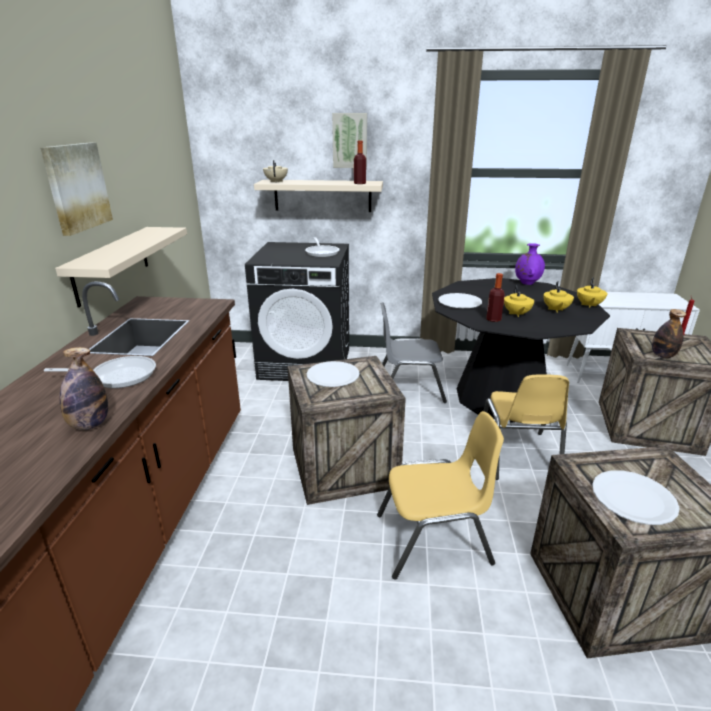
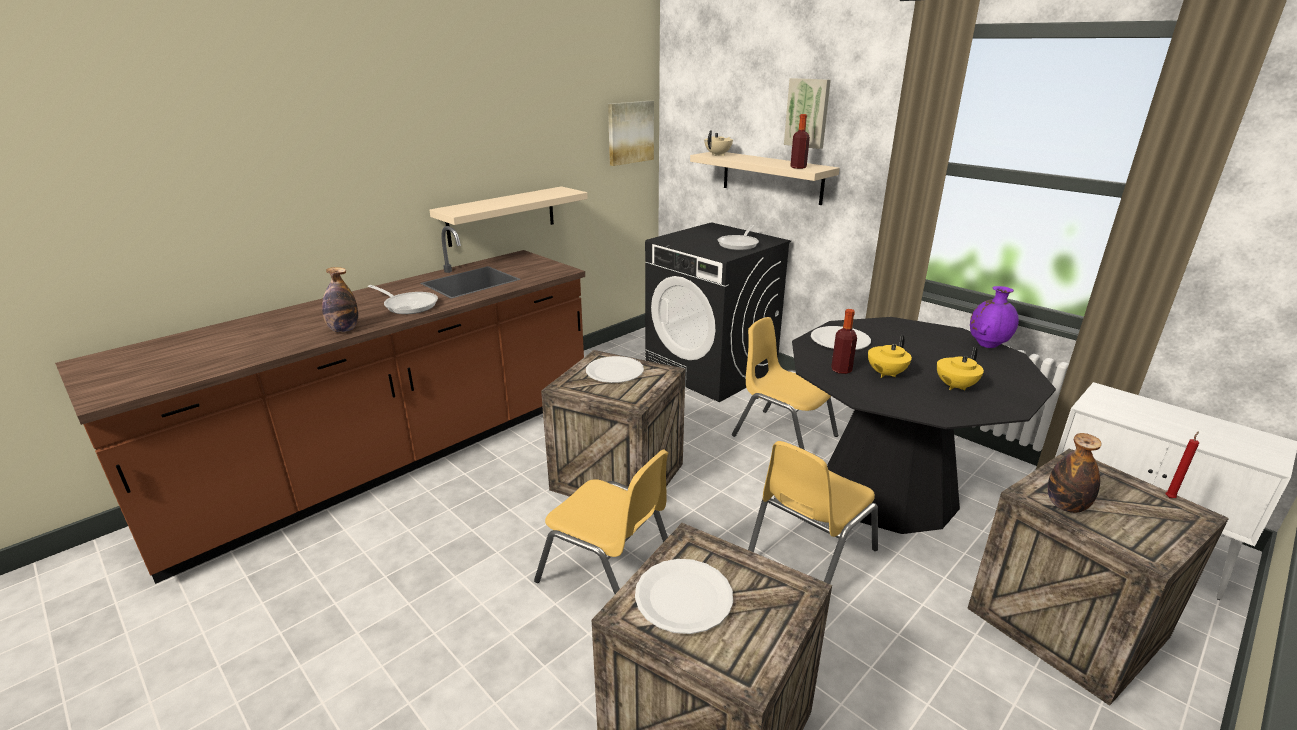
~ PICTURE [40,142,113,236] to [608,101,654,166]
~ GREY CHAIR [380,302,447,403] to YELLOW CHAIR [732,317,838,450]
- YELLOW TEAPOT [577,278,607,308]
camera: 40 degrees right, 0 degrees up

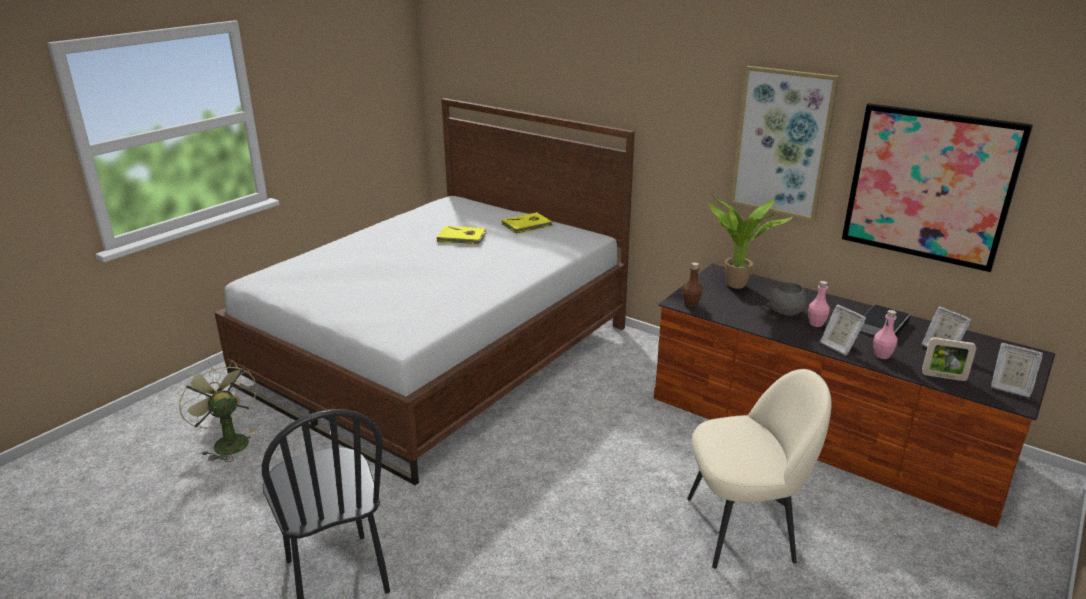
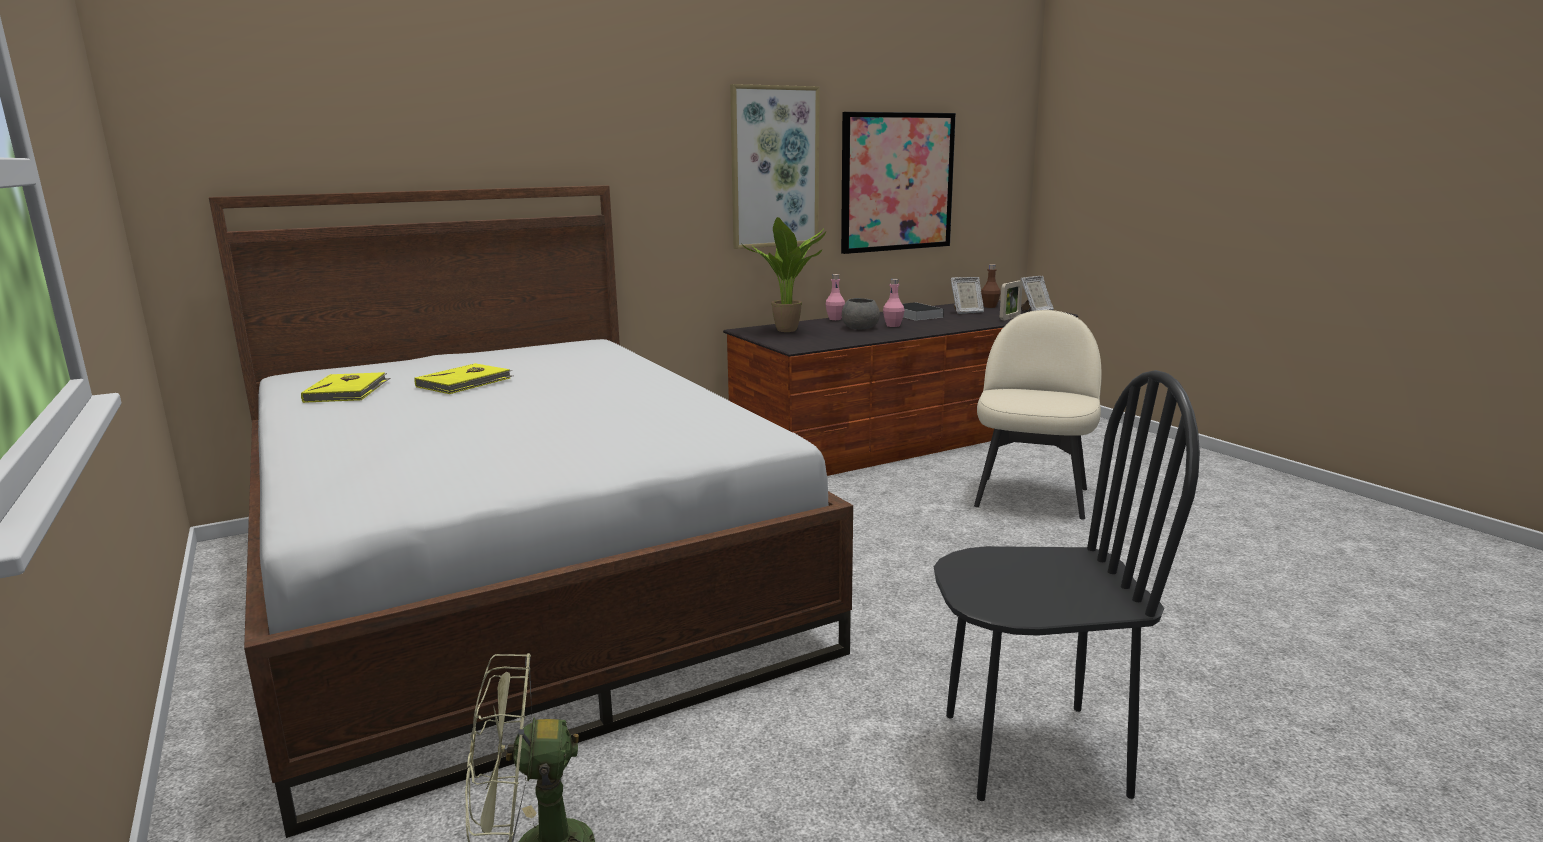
~ YELLOW BOOK [502,212,553,234] to [301,372,390,403]
~ BROWN BOTTLE [683,263,703,307] to [981,264,1001,308]
- PICTURE FRAME [820,304,866,356]
~ PINK BOTTLE [873,310,898,359] to [826,274,845,320]
camera: 65 degrees left, 10 degrees down

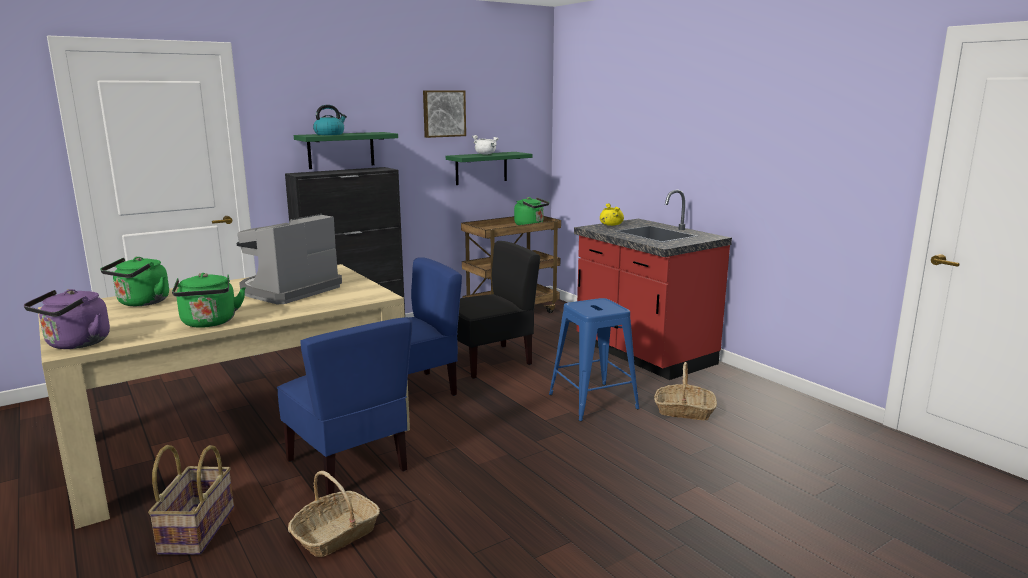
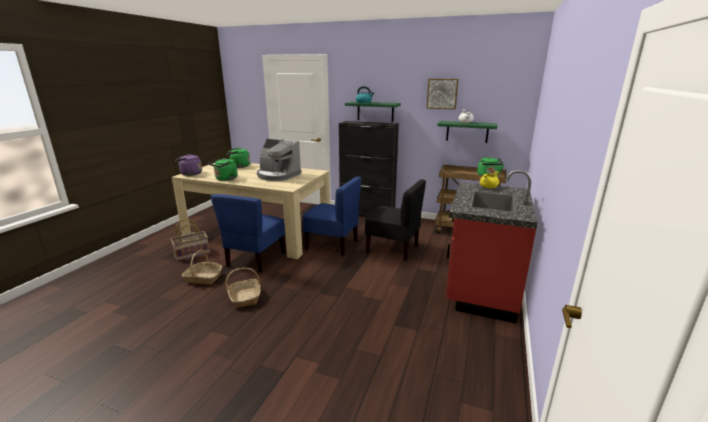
~ COFFEE MACHINE [236,214,342,305] = [257,138,301,181] 150 degrees counterclockwise
- BLUE STOOL [549,298,639,421]
~ BASKET [654,362,717,420] to [225,268,261,308]
camera: 55 degrees right, 5 degrees up

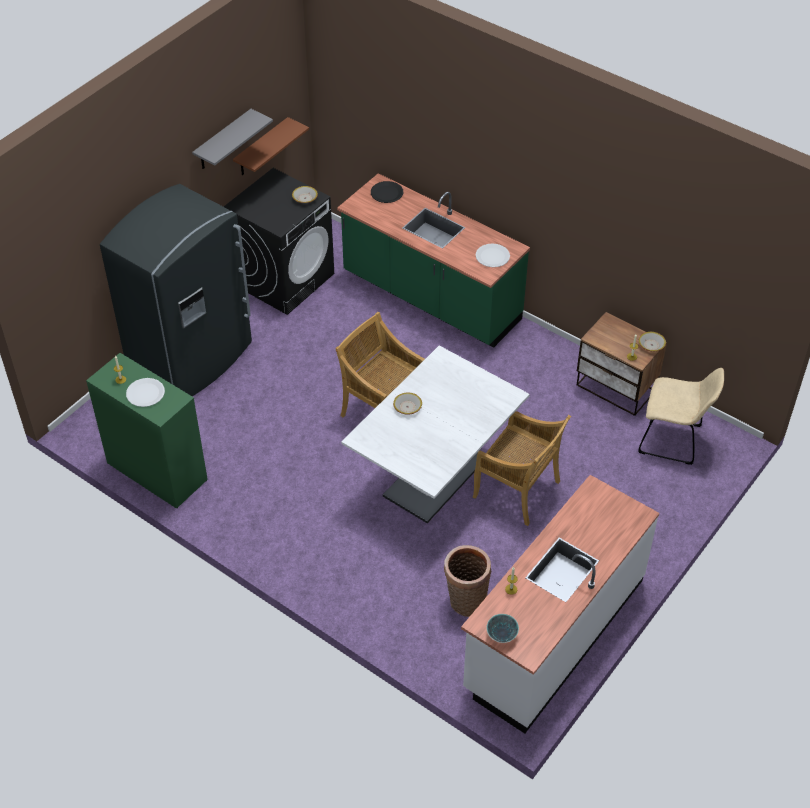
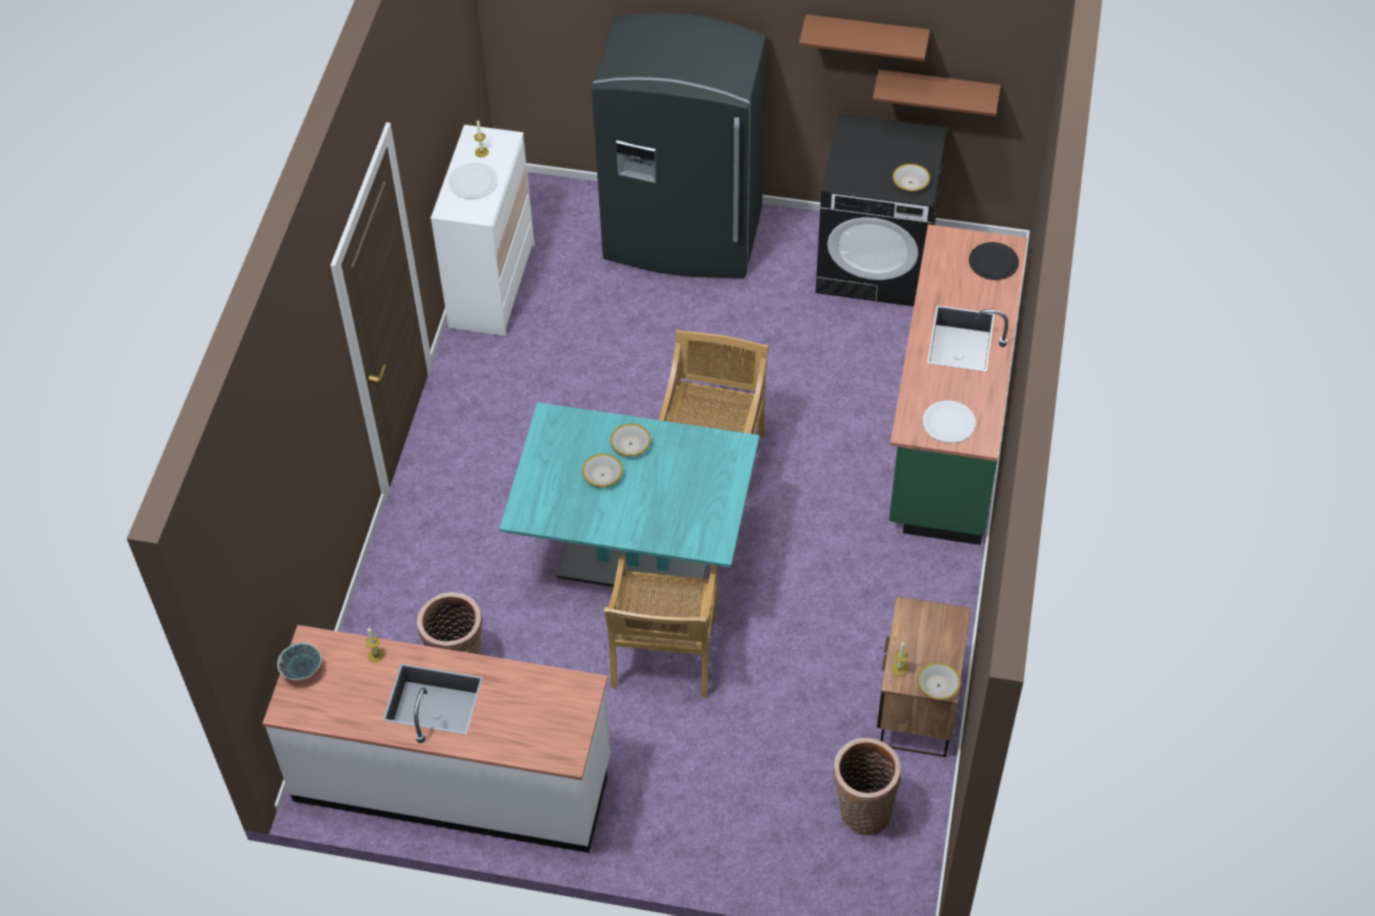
~ GREEN DRESSER [86,353,208,509] to WHITE DRESSER [431,125,535,336]
~ GREY SHELF [192,109,273,169] to BROWN SHELF [799,14,930,61]
~ WHITE DINING TABLE [341,345,530,523] to TURQUOISE DINING TABLE [499,402,759,597]
~ BEIGE CHAIR [638,368,724,465] to BASKET [833,738,901,836]
+ BOWL [582,454,623,487]
camera: 65 degrees right, 5 degrees up

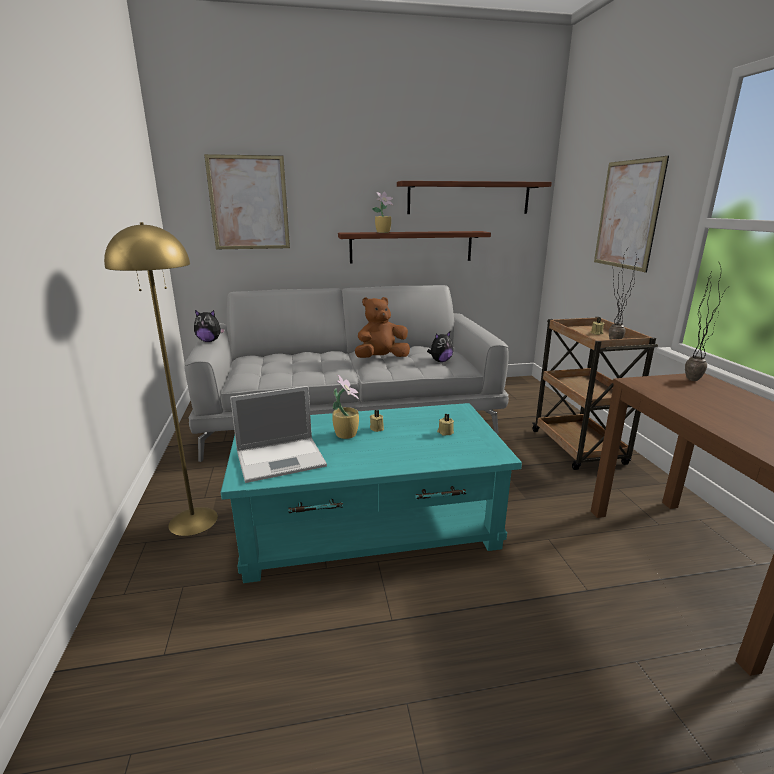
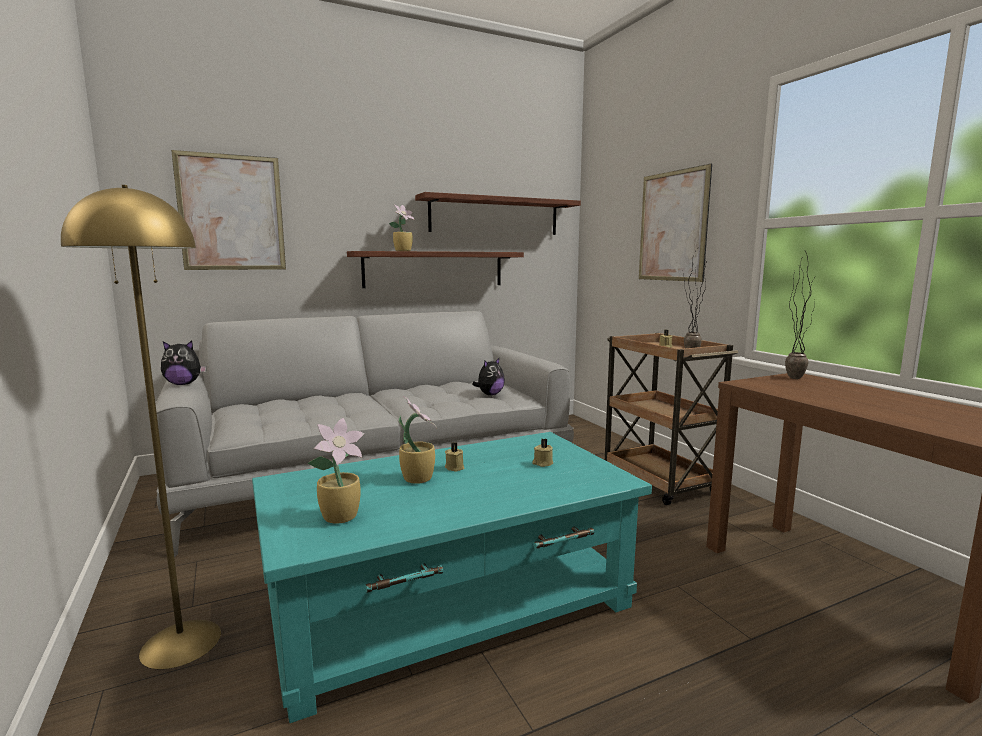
~ LAPTOP [230,386,327,483] to POTTED PLANT [308,418,364,524]
- BROWN PLUSH TOY [355,297,410,358]
camera: 15 degrees left, 10 degrees down

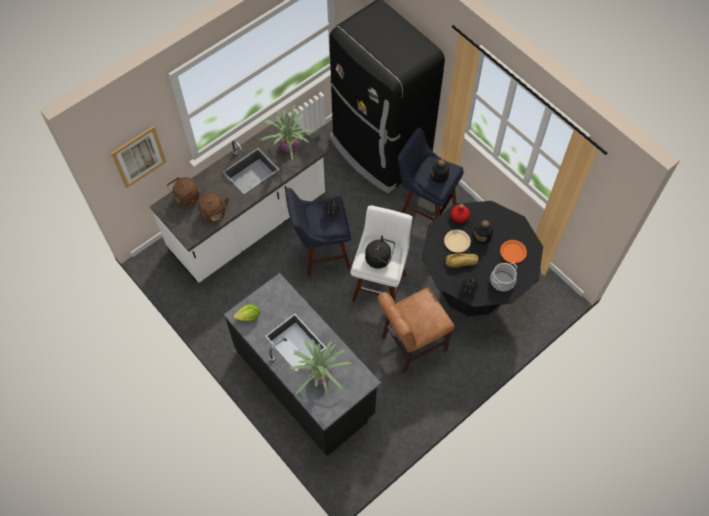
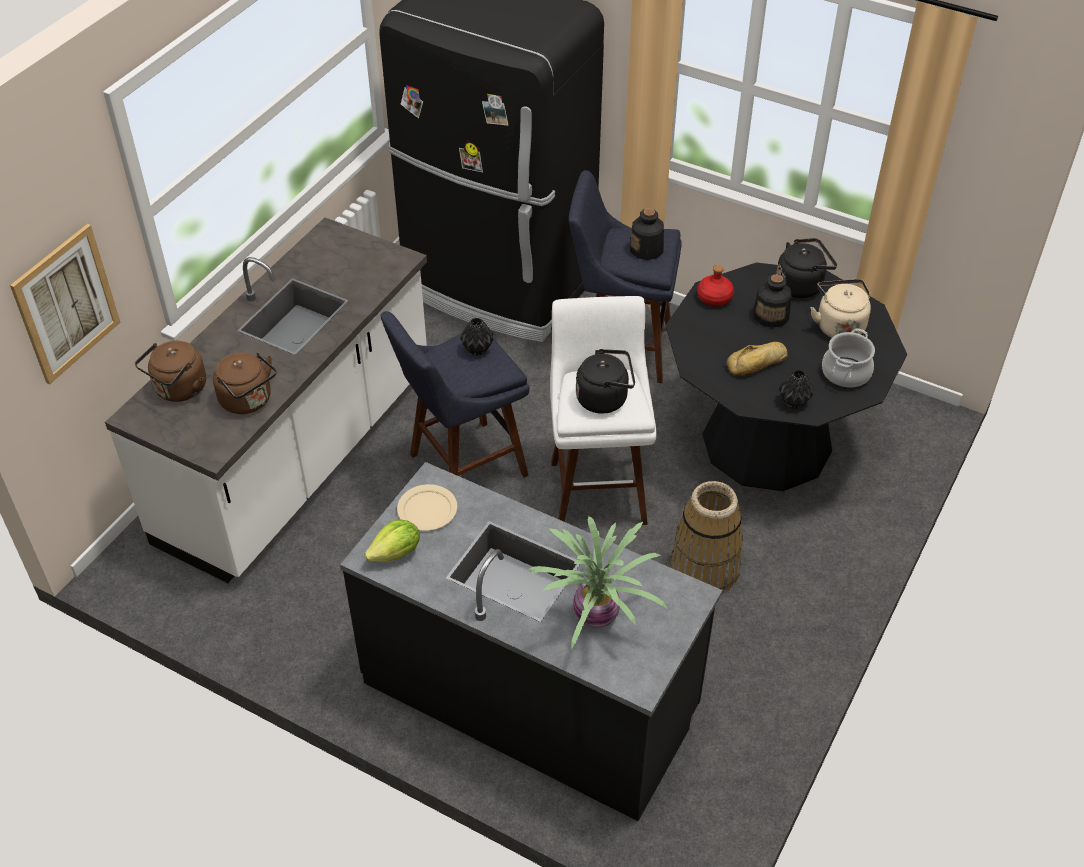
- POTTED PLANT [261,105,316,161]
~ BROWN CHAIR [378,287,455,373] to BASKET [670,481,743,593]
~ BEIGE PLATE [444,229,471,253] to [397,484,457,531]
~ ORANGE PLATE [500,240,527,263] to BEIGE KETTLE [810,279,871,338]
+ BLACK KETTLE [776,238,837,298]
camera: 20 degrees left, 15 degrees down

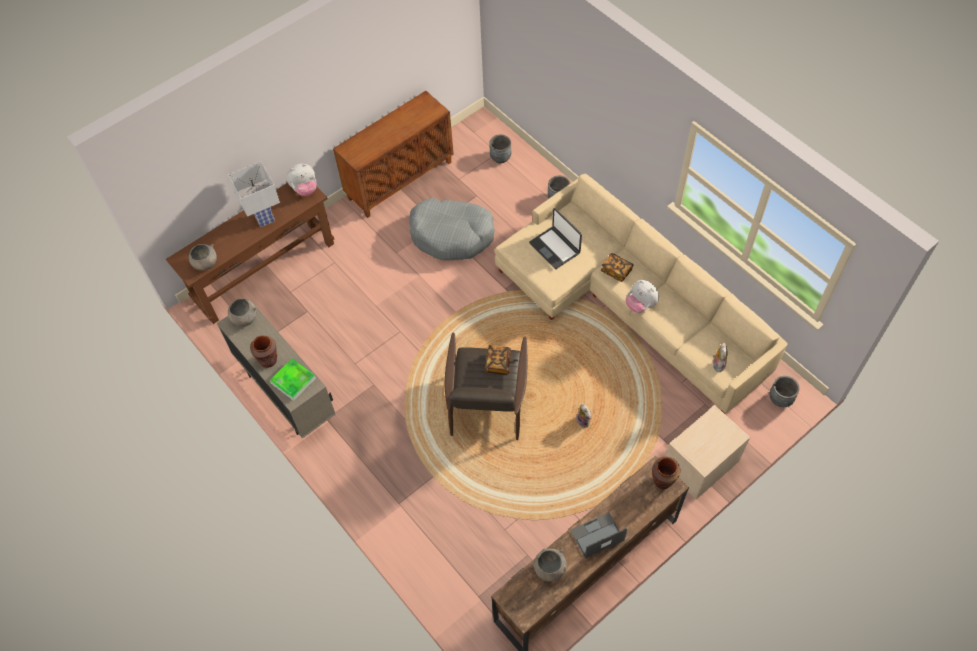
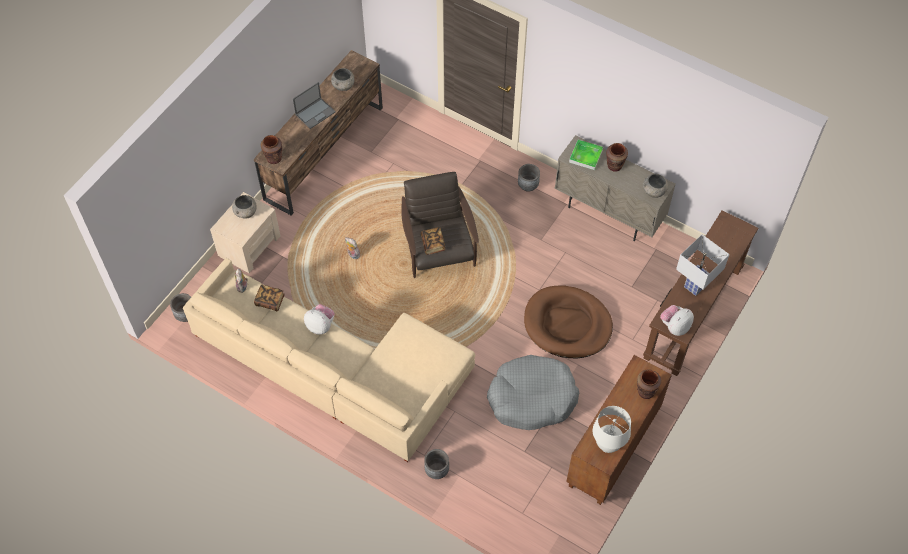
~ GREY BOWL [189,244,217,271] to [232,195,257,218]
~ GREY PLANTER [489,134,511,163] to [518,164,540,192]
- LAPTOP [529,208,582,269]
~ BOOK [601,253,634,282] to [254,284,285,311]
+ BROWN DOG BED [524,286,613,359]
+ WHITE TABLE LAMP [593,406,631,453]
+ BROWN VASE [637,369,661,399]
camera: 160 degrees right, 0 degrees up

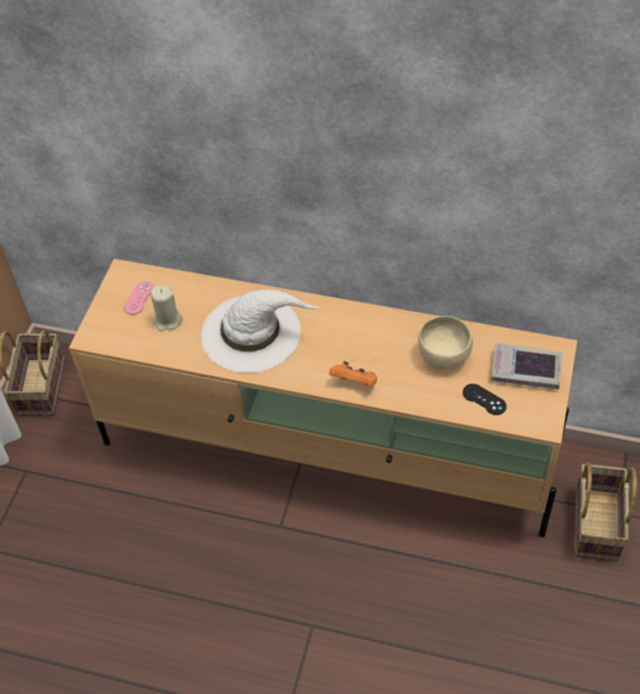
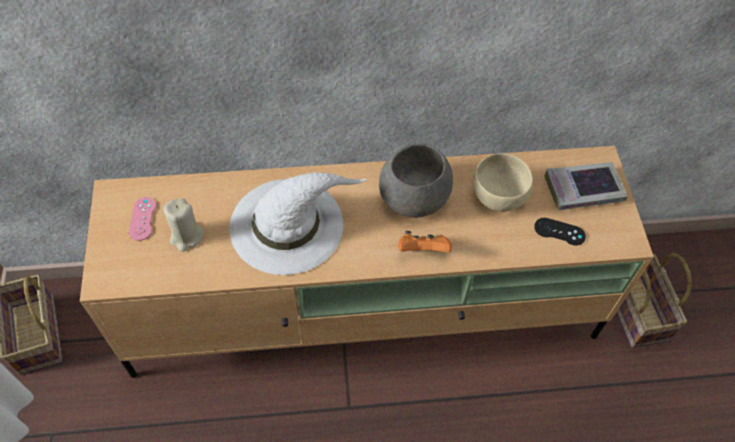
+ GREY BOWL [379,144,453,218]
camera: 25 degrees left, 5 degrees up

